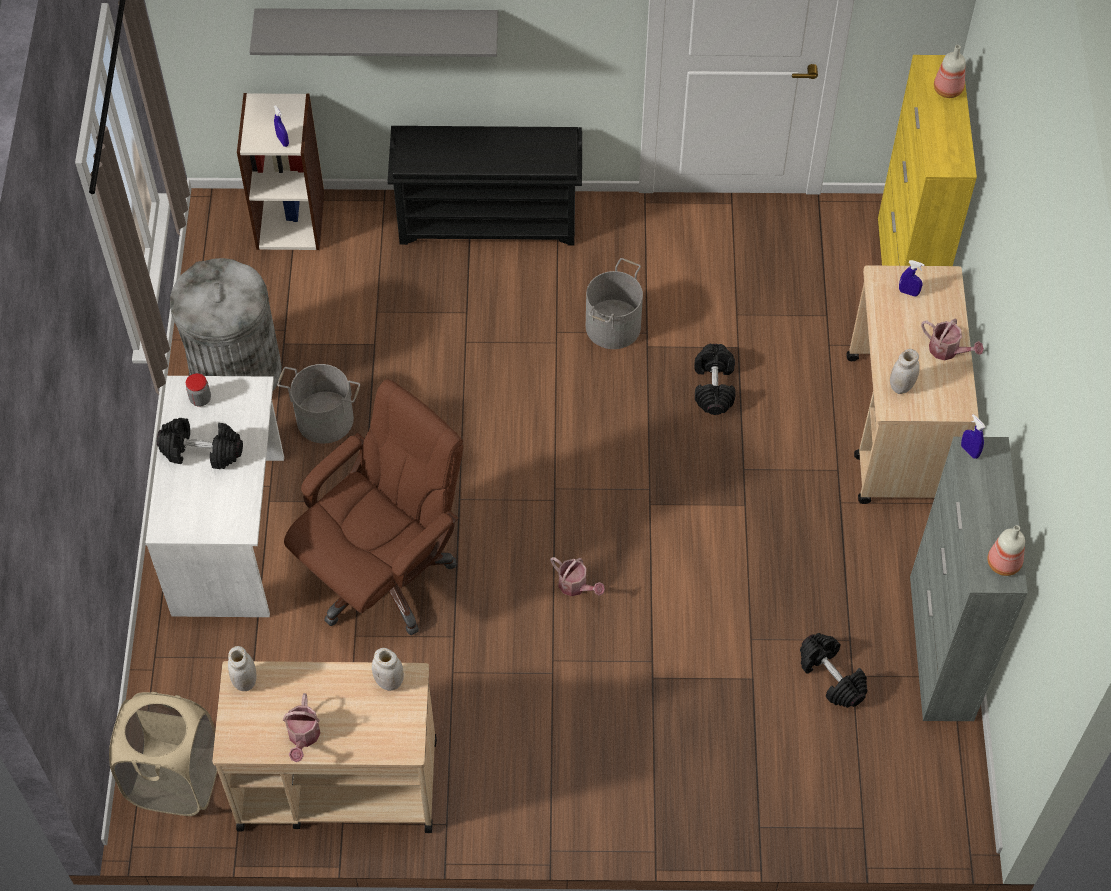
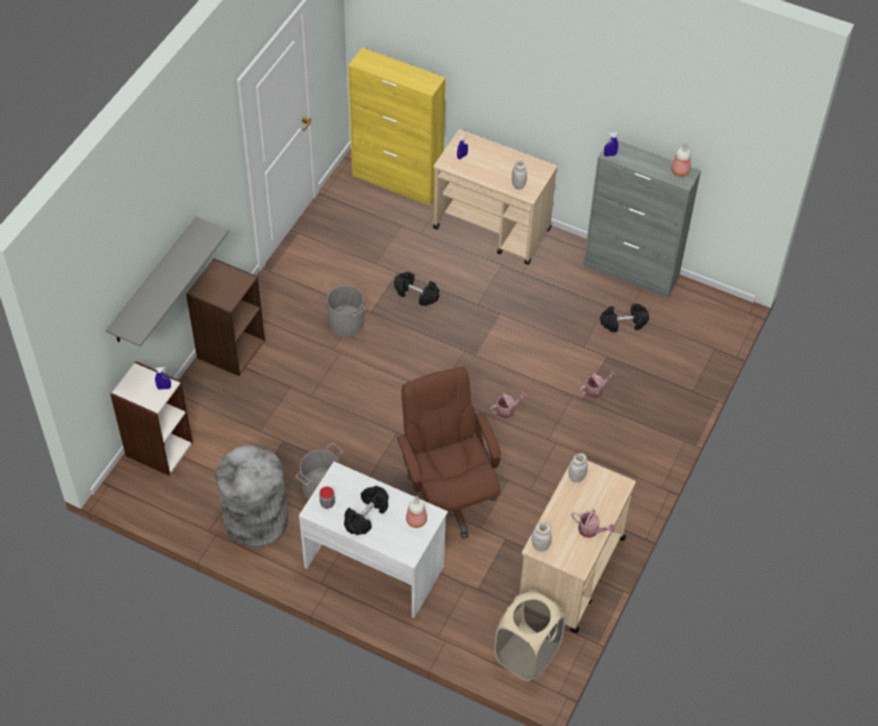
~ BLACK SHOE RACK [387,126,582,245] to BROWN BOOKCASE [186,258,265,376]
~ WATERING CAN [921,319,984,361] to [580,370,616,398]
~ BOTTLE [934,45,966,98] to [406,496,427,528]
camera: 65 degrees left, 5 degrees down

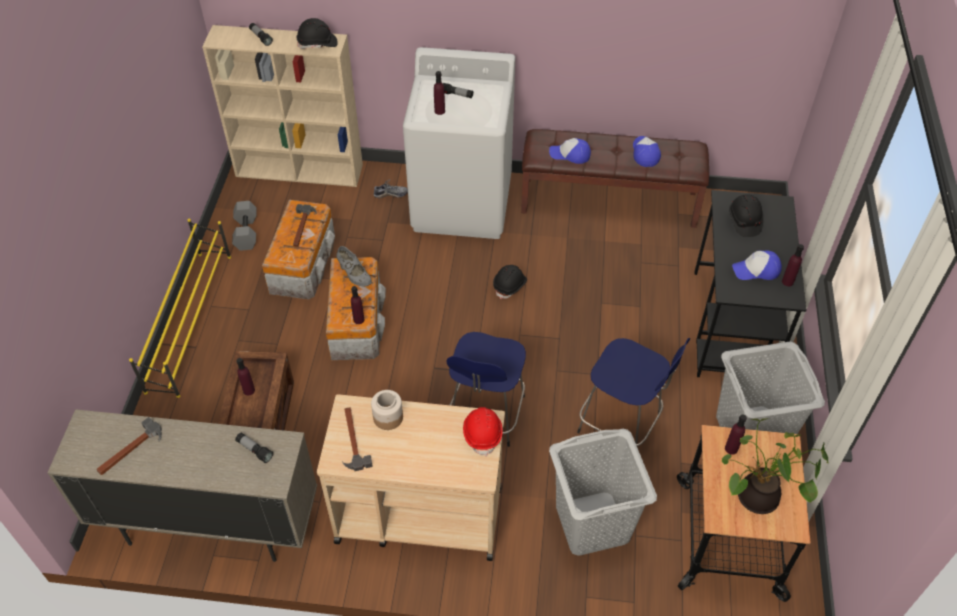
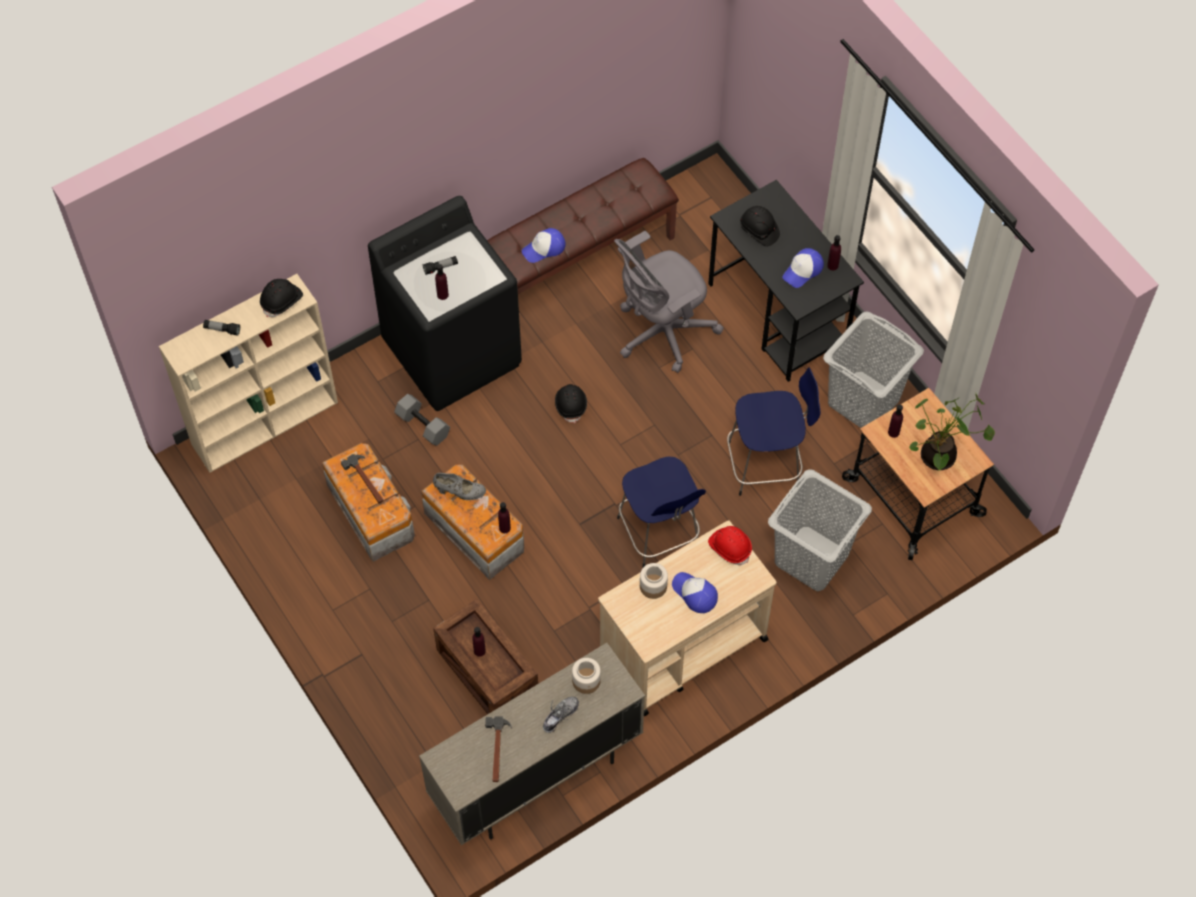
- YELLOW SHOE RACK [129,219,231,398]
~ GREY DUMBBELL [232,201,257,251] to [394,394,450,446]
~ FLASHLIGHT [235,433,273,463] to JAR [572,658,601,694]
- HAMMER [342,407,373,471]
~ SHOE [374,179,408,198] to [543,697,579,733]
~ WHITE WASHING MACHINE [403,47,515,239] to BLACK WASHING MACHINE [368,196,522,411]
~ CAP [633,136,661,167] to [672,572,718,613]
+ GREY OFFICE CHAIR [614,231,724,373]
camera: 40 degrees left, 10 degrees up

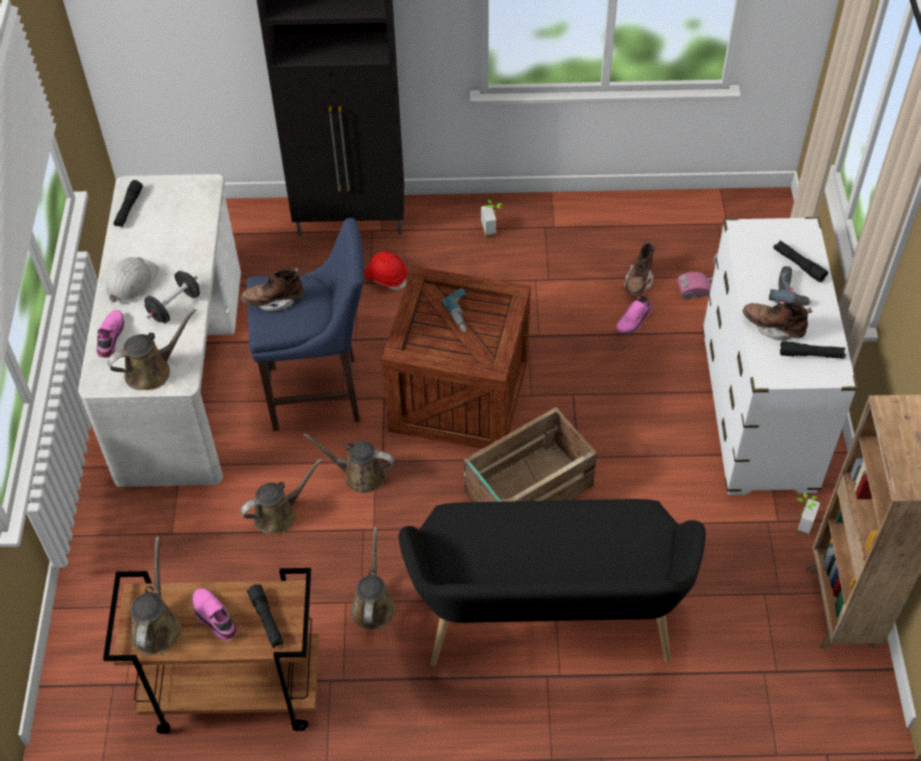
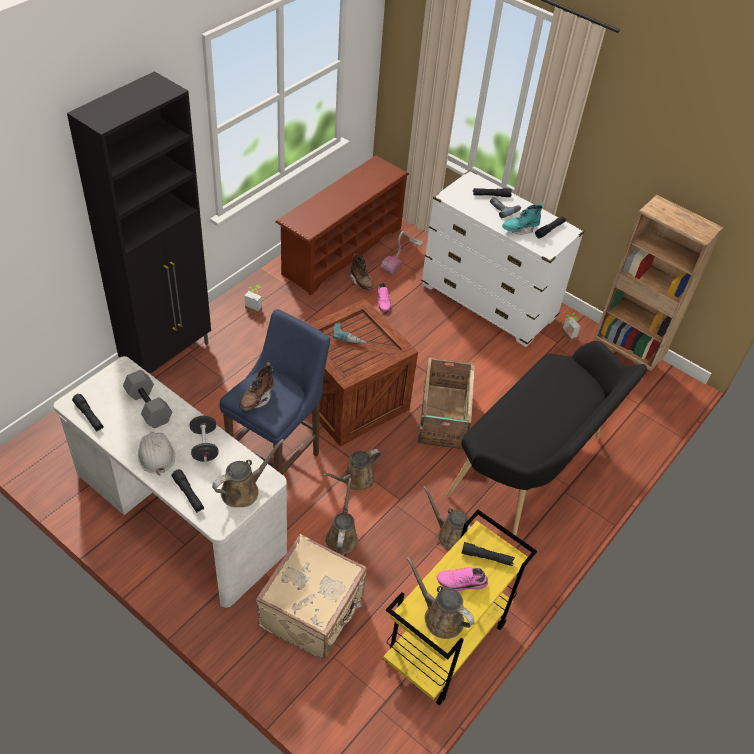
~ PINK SHOE [97,310,124,358] to BLACK FLASHLIGHT [172,469,204,513]
~ BROWN CART [103,568,319,734] to YELLOW CART [383,510,537,705]
~ BROWN WATERING CAN [107,308,196,390] = [212,439,285,507] 45 degrees clockwise
- RED HARD HAT [364,252,408,290]
~ BROWN BOOT [743,302,812,342] to TURQUOISE BOOT [502,203,543,235]
+ GREY DUMBBELL [123,370,172,428]
+ BEIGE SUITCASE [256,534,367,659]
+ BROWN SHOE RACK [275,155,409,296]
camera: 55 degrees left, 5 degrees down

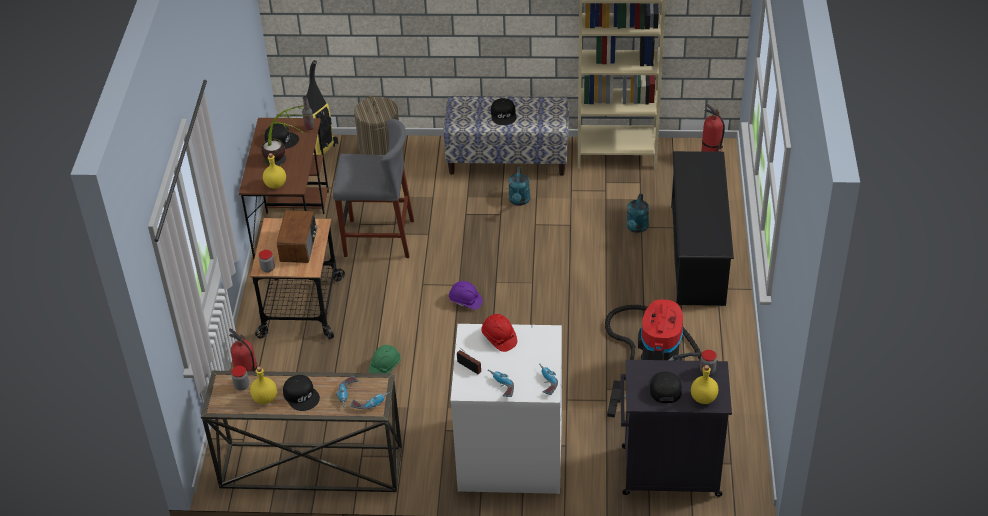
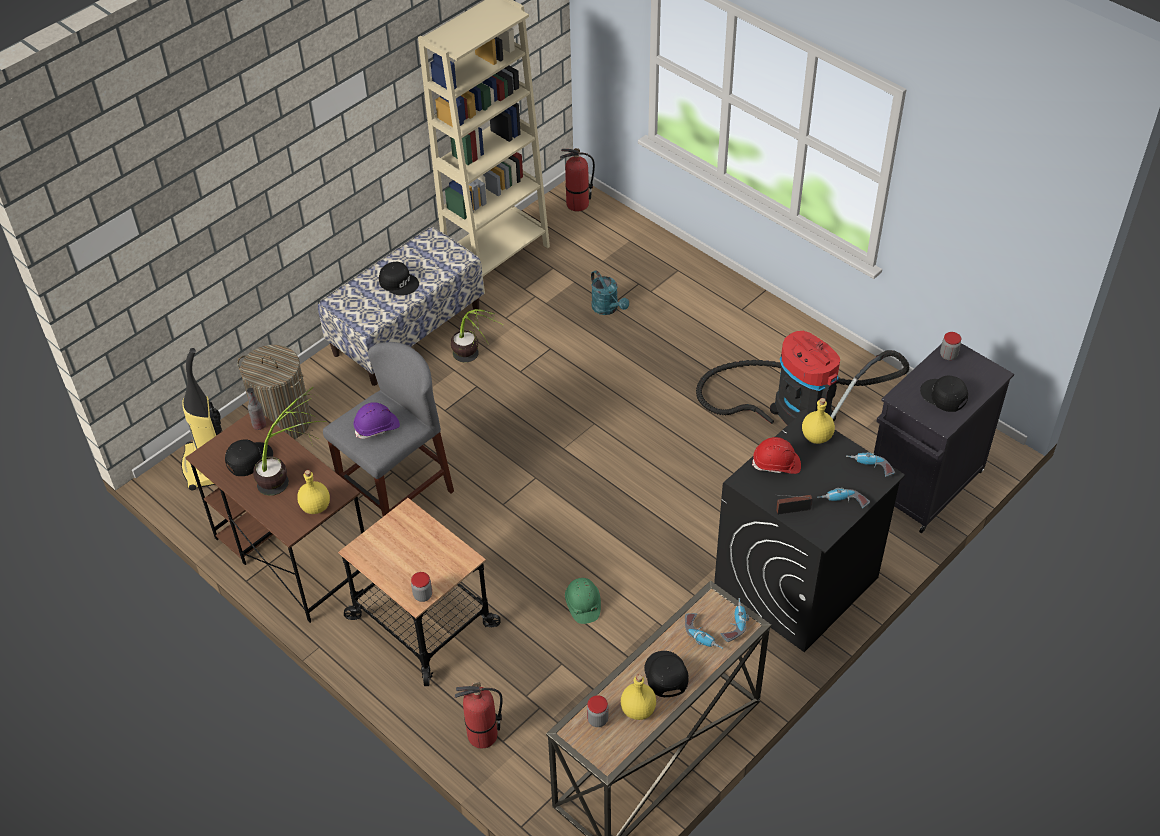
- RADIO [277,210,318,263]
~ BLACK CAP [283,375,320,411] = [644,651,689,697] 105 degrees counterclockwise
~ PURPLE HARD HAT [449,281,483,310] to [353,402,400,439]
~ WHITE WASHING MACHINE [450,324,562,494] to BLACK WASHING MACHINE [714,411,905,652]
~ TURQUOISE WATERING CAN [508,167,530,206] to POTTED PLANT [451,309,503,363]
- BLACK SHOE RACK [671,151,734,306]
~ YELLOW BOTTLE [691,365,718,404] to [802,398,835,444]
camera: 50 degrees left, 5 degrees up

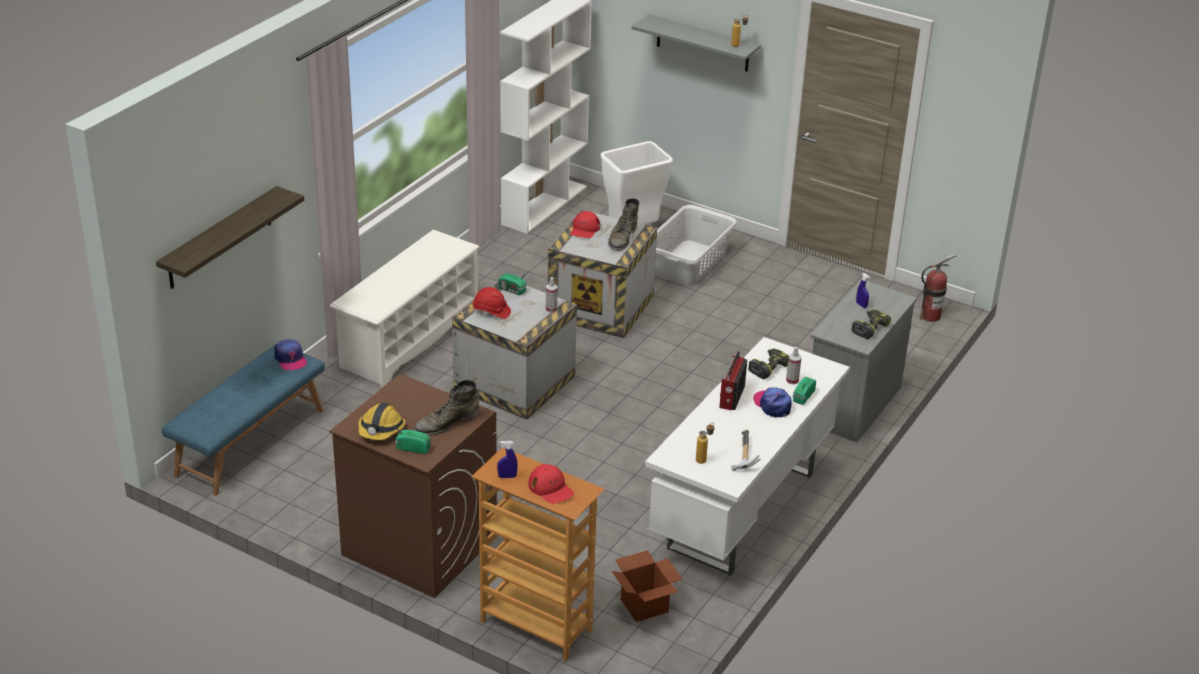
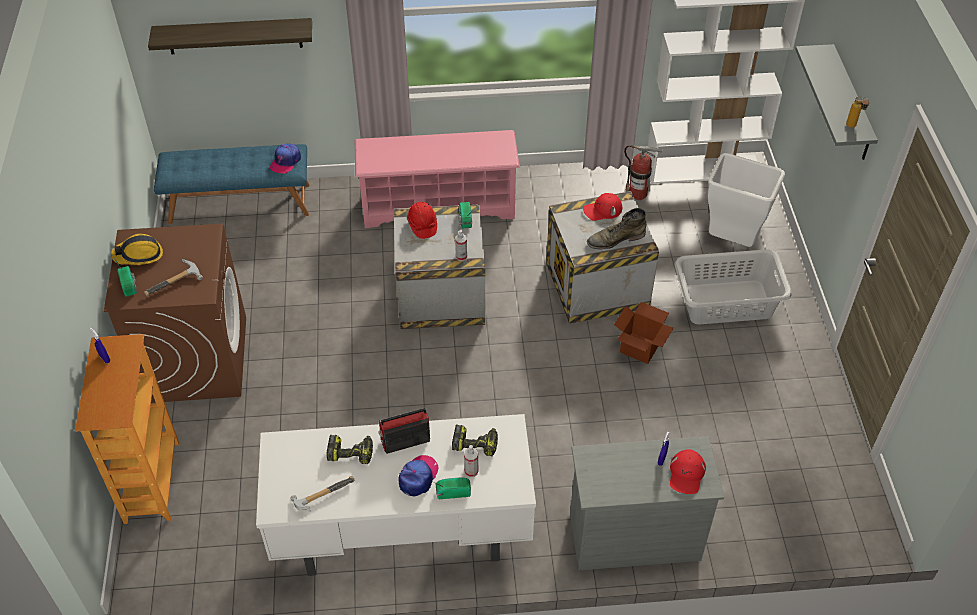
~ WHITE SHOE RACK [330,230,480,387] to PINK SHOE RACK [355,130,520,228]
~ GREEN BOOT [413,380,479,436] to HAMMER [144,259,203,297]
~ RED CAP [528,464,574,504] to [670,449,706,494]
~ CARDBOARD BOX [612,550,682,622] to [614,302,674,364]
- BOTTLE [696,422,715,464]
~ POWER DRILL [851,310,891,339] to [326,435,373,464]
~ FIRE EXTINGUISHER [920,253,957,322] to [624,145,663,200]
camera: 55 degrees right, 15 degrees up

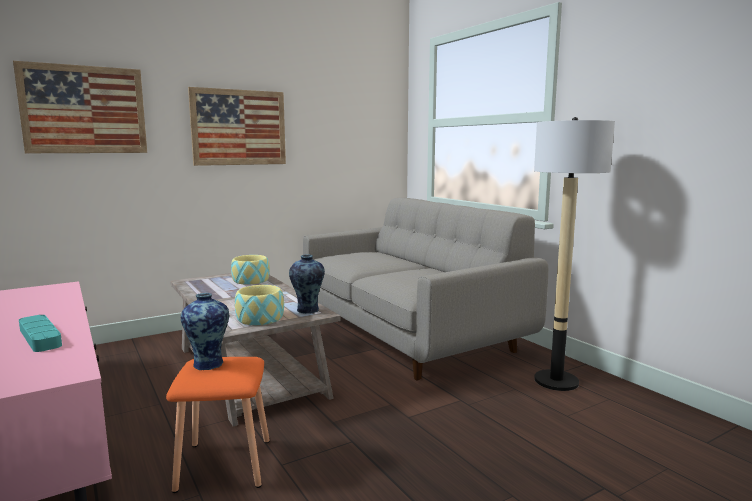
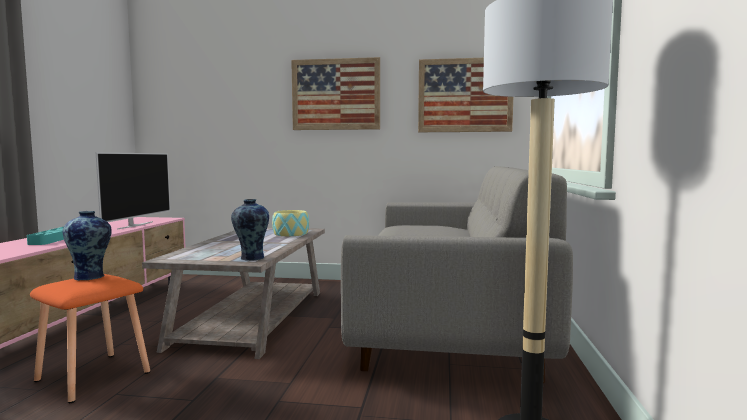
~ PICTURE [13,61,147,153] to [418,58,513,132]
- BOWL [235,285,284,325]
+ TELEVISION [96,152,170,230]
camera: 40 degrees right, 5 degrees down

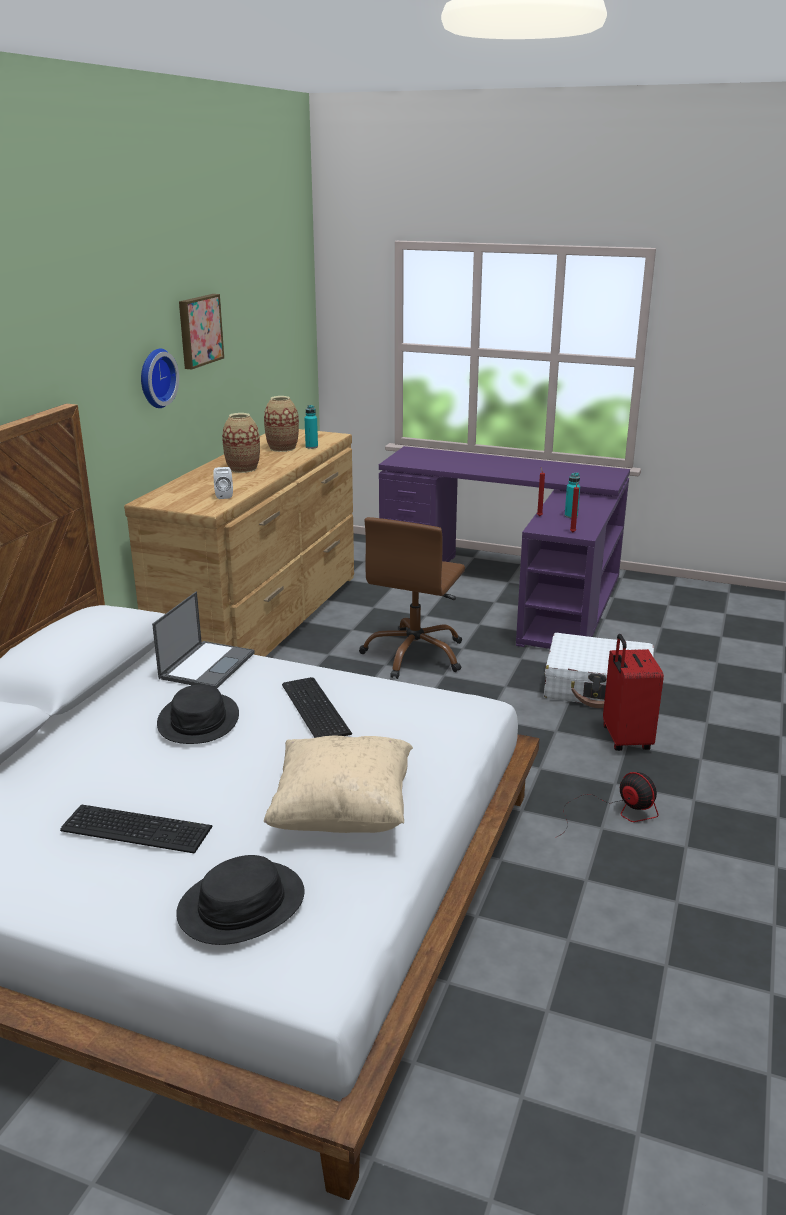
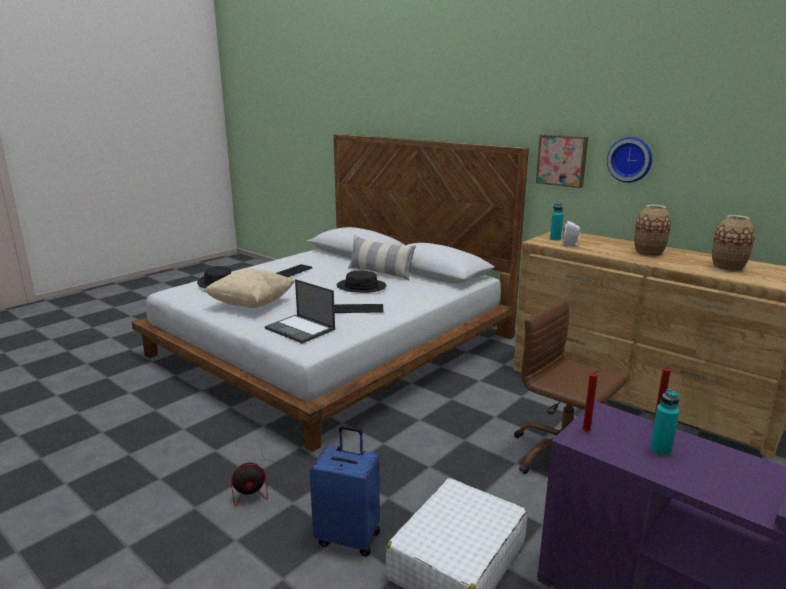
~ LAPTOP [152,592,255,688] to [265,279,335,344]
~ PICTURE [179,294,224,369] to [536,134,588,188]
~ TURQUOISE BOTTLE [305,405,318,449] to [550,203,563,241]
~ RED SUITCASE [603,634,664,751] to BLUE SUITCASE [309,425,380,557]
+ PILLOW [348,235,416,280]
camera: 110 degrees right, 5 degrees down

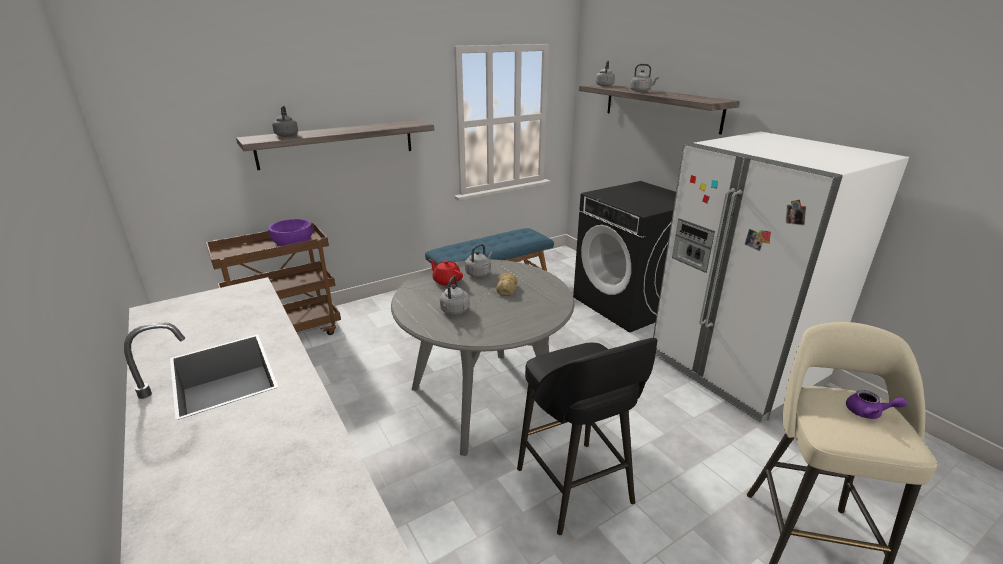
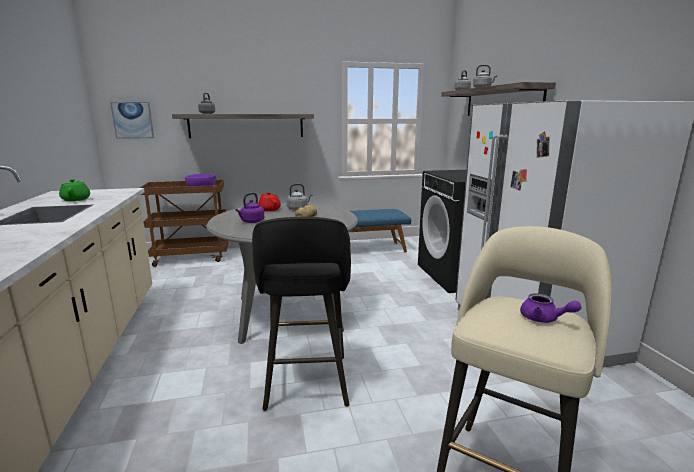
~ GREY KETTLE [440,275,469,315] to PURPLE KETTLE [236,193,264,223]
+ GREEN TEAPOT [59,179,90,201]
+ PICTURE [110,102,154,139]
camera: 20 degrees right, 10 degrees down

